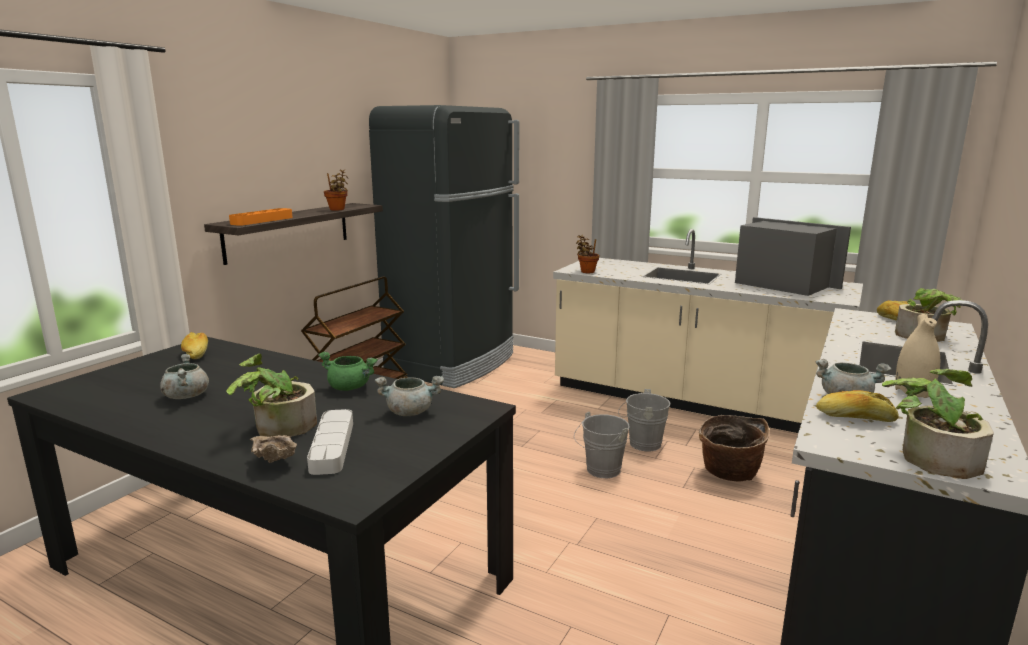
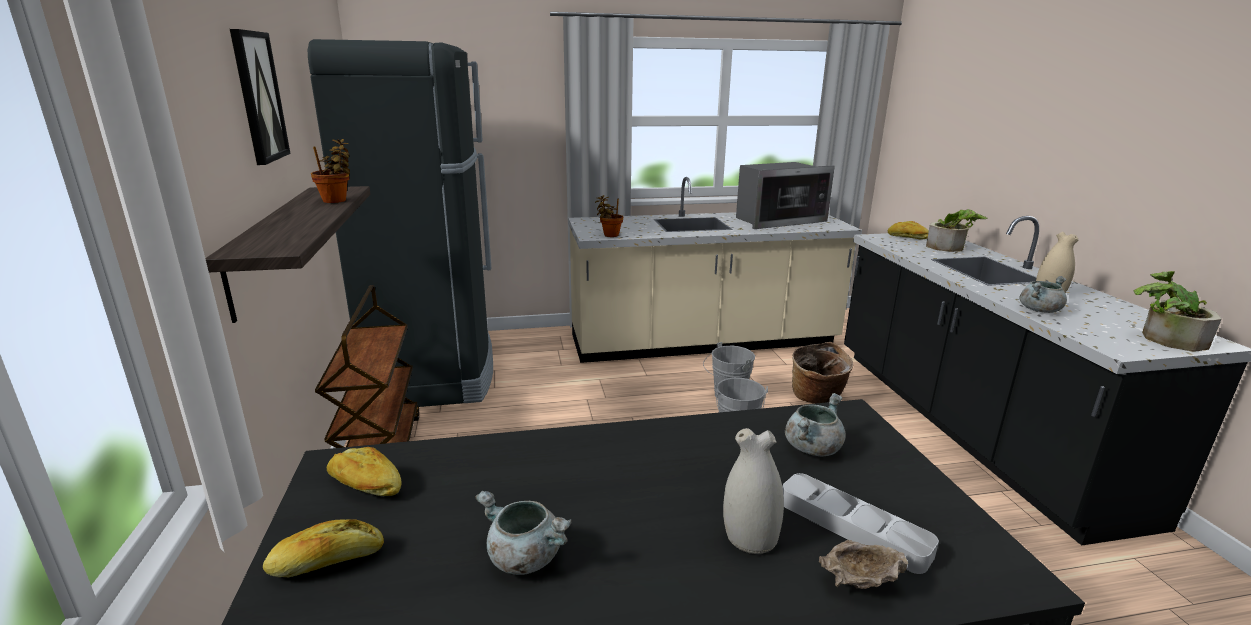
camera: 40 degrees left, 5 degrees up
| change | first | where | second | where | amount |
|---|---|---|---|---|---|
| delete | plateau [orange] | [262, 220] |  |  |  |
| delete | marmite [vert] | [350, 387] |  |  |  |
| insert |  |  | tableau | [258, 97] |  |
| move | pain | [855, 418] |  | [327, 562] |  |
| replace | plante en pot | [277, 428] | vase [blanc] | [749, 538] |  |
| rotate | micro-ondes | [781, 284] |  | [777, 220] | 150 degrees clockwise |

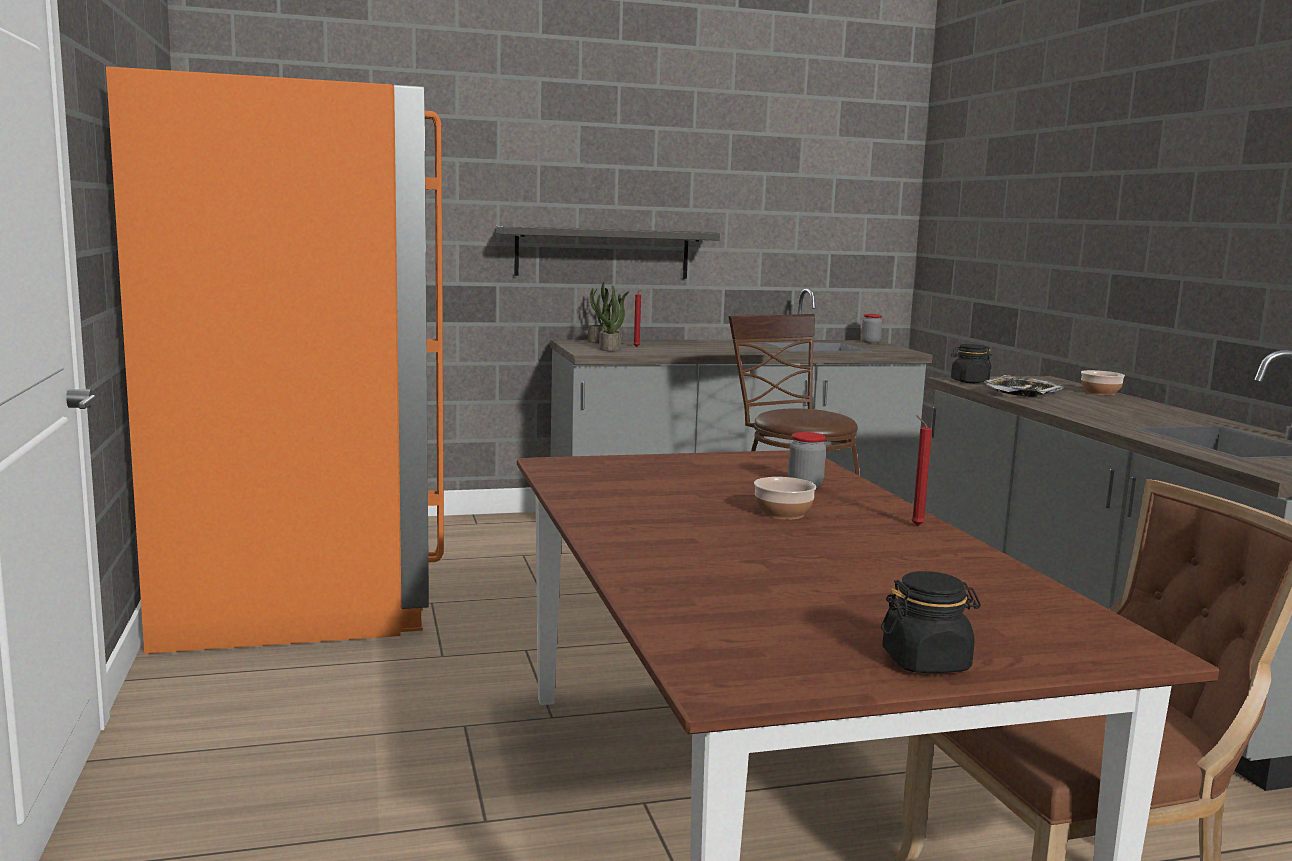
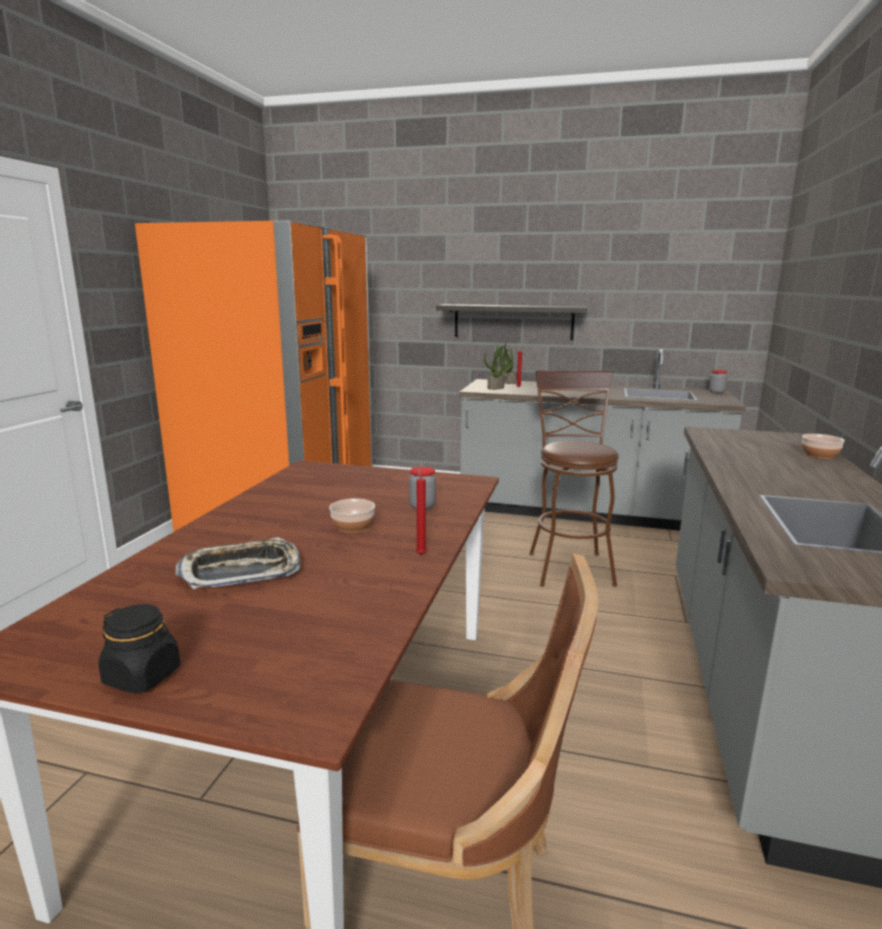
camera: 30 degrees right, 5 degrees up
| change | first | where | second | where | amount |
|---|---|---|---|---|---|
| delete | bocal [noir] | [969, 381] |  |  |  |
| move | plateau | [1022, 393] |  | [241, 571] |  |

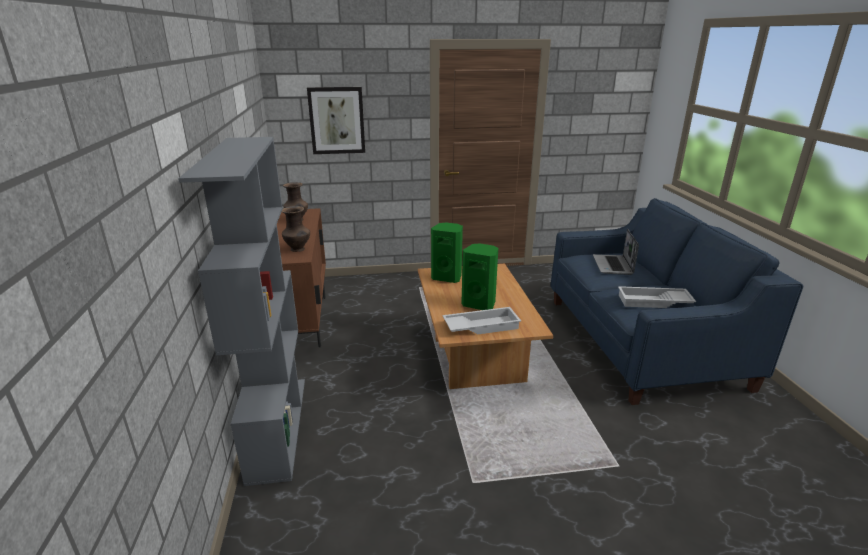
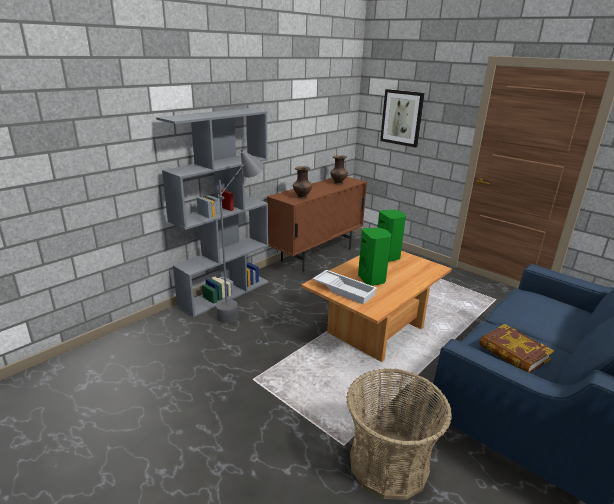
camera: 50 degrees right, 0 degrees up
| change | first | where | second | where | amount |
|---|---|---|---|---|---|
| delete | ordinateur portable | [613, 266] |  |  |  |
| insert |  |  | lampadaire [gris] | [240, 309] |  |
| insert |  |  | panier | [388, 463] |  |
| replace | plateau [blanc] | [654, 302] | livre | [513, 353] |  |

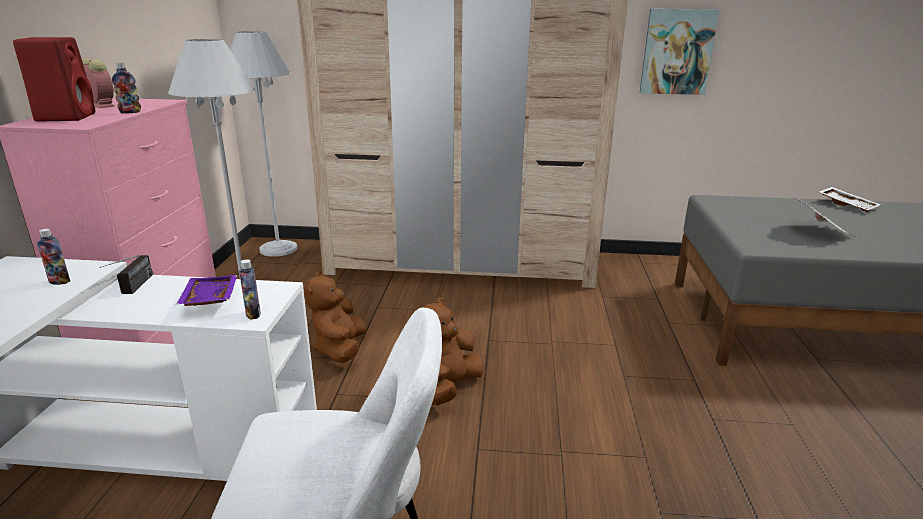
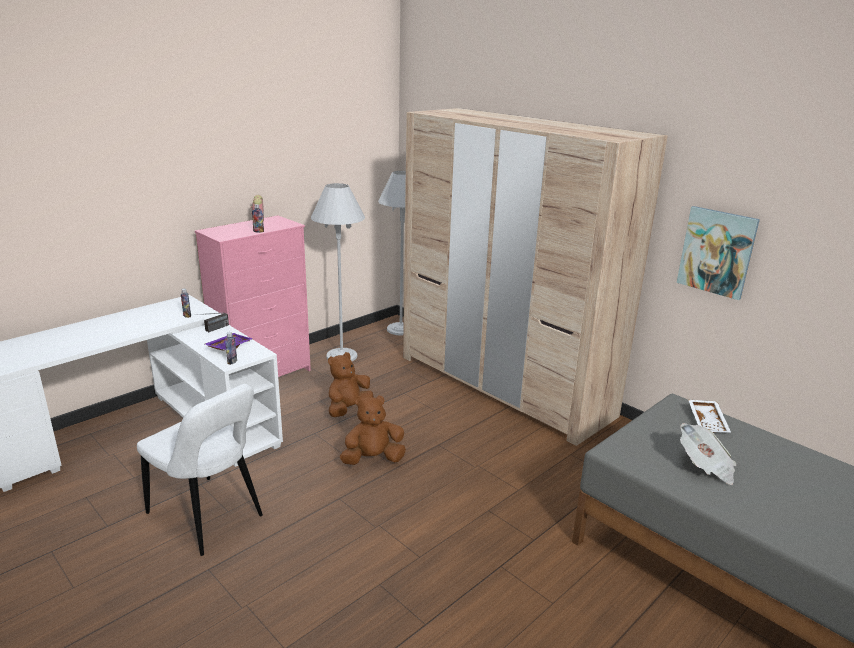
camera: 40 degrees right, 0 degrees up
| change | first | where | second | where | amount |
|---|---|---|---|---|---|
| delete | enceinte [rouge] | [66, 117] |  |  |  |
| move | plateau [blanc] | [847, 205] |  | [708, 422] |  |

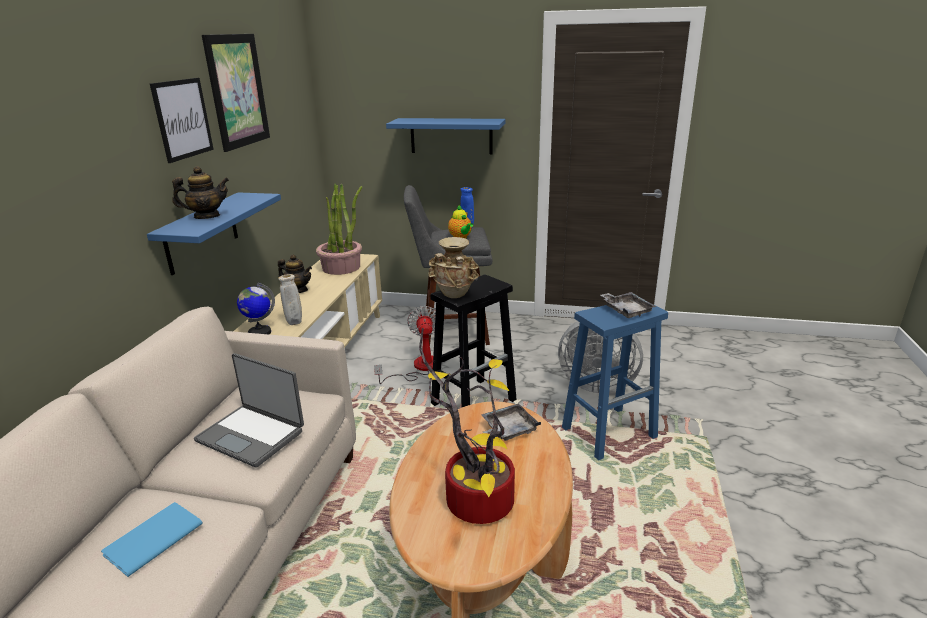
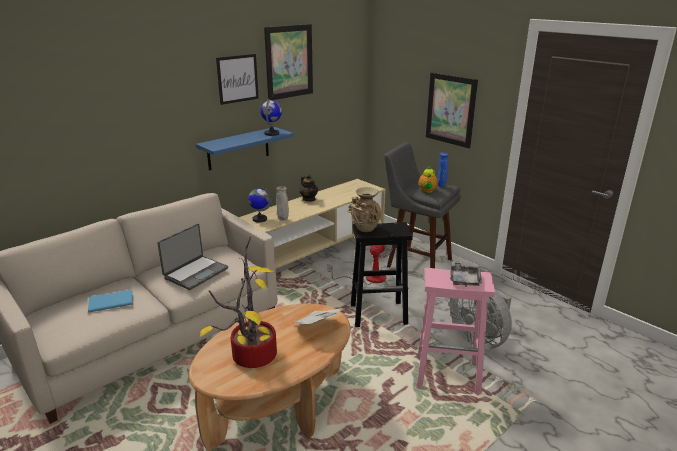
camera: 35 degrees right, 0 degrees up
| change | first | where | second | where | amount |
|---|---|---|---|---|---|
| delete | théière | [207, 216] |  |  |  |
| delete | plante en pot | [341, 267] |  |  |  |
| insert |  |  | globe | [272, 133] |  |
| replace | étagère [bleu] | [451, 136] | tableau | [450, 109] |  |
| replace | plateau [gris] | [508, 430] | journal | [319, 327] |  |
| recolor | tabouret [bleu] | [610, 432] | tabouret [rose] | [449, 374] |  |
| rotate | ordinateur portable | [252, 435] |  | [195, 273] | 120 degrees counterclockwise |

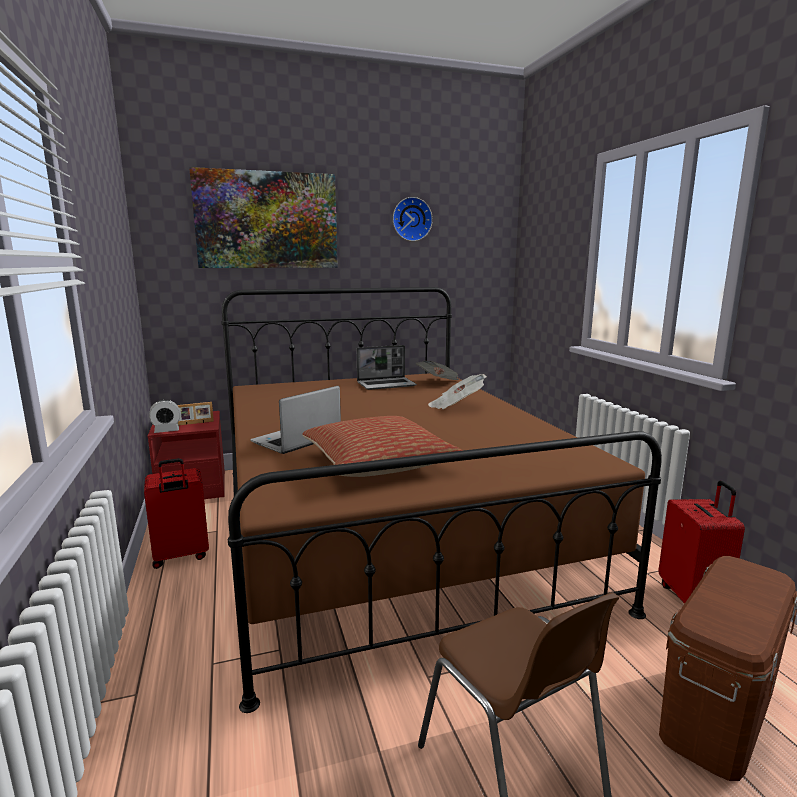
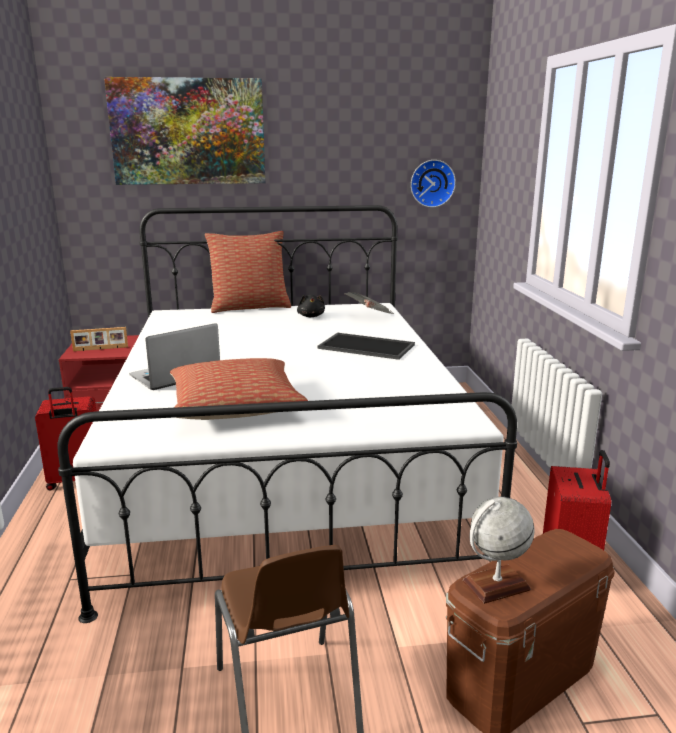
camera: 10 degrees right, 5 degrees up
| change | first | where | second | where | amount |
|---|---|---|---|---|---|
| delete | réveil | [166, 430] |  |  |  |
| insert |  |  | coussin | [250, 307] |  |
| insert |  |  | globe | [496, 585] |  |
| move | horloge murale | [411, 219] |  | [432, 183] |  |
| replace | ordinateur portable | [387, 385] | peluche [noir] | [311, 316] |  |
| replace | journal | [456, 406] | plateau | [365, 347] |  |
| recolor | lit [marron] | [387, 526] | lit [blanc] | [285, 468] |  |

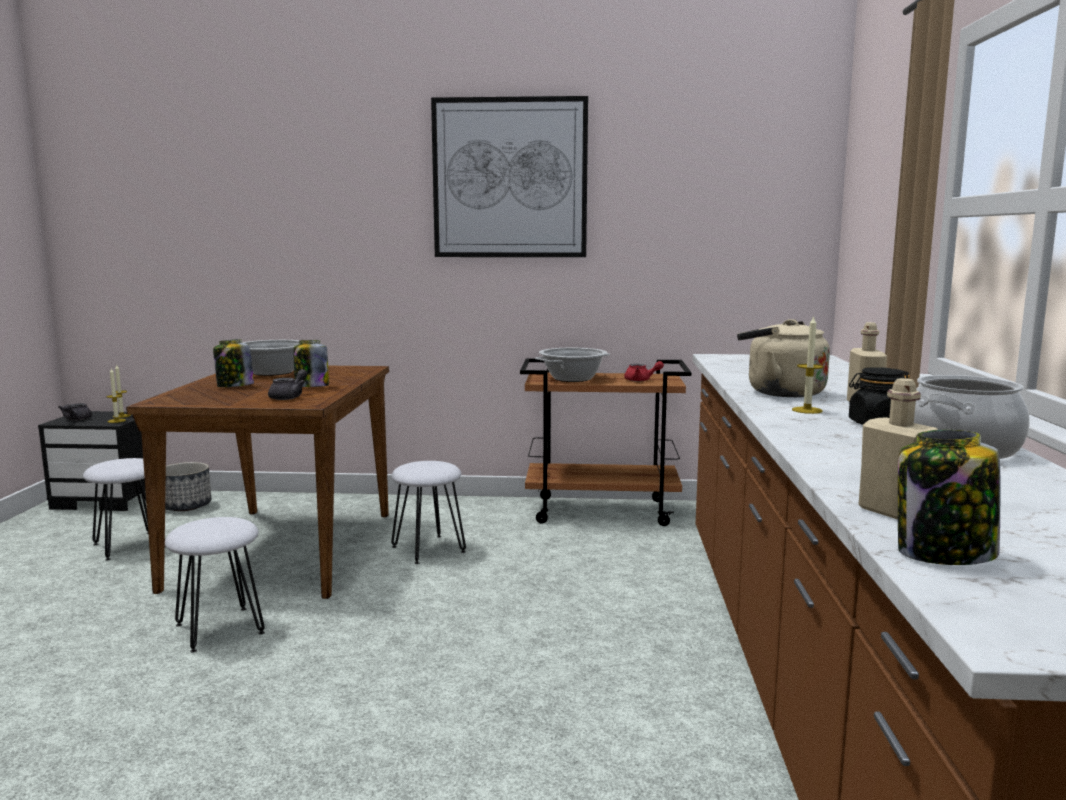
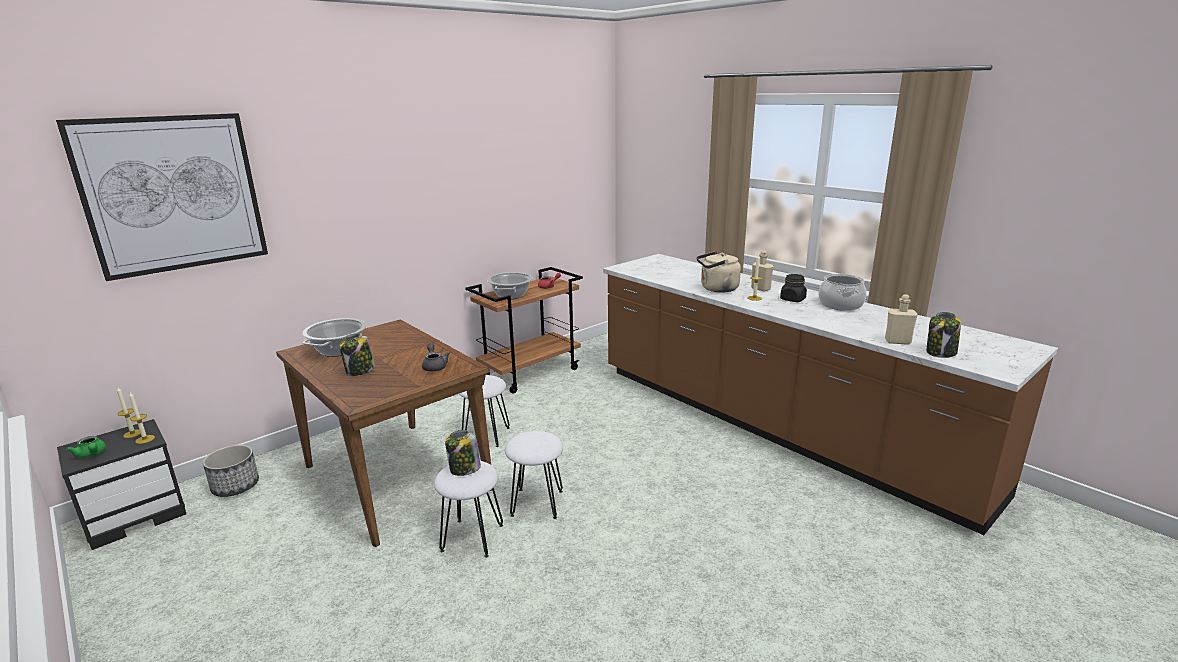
camera: 45 degrees left, 10 degrees up
| change | first | where | second | where | amount |
|---|---|---|---|---|---|
| move | tabouret [blanc] | [129, 545] |  | [536, 503] |  |
| move | bocal | [311, 386] |  | [464, 469] |  |
| move | tableau | [510, 178] |  | [173, 194] |  |
| recolor | théière [gris] | [76, 419] | théière [vert] | [92, 454] |  |

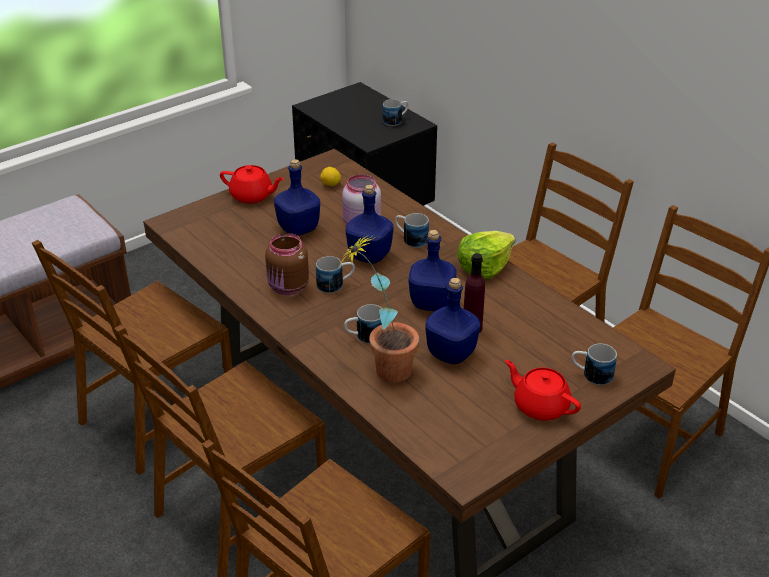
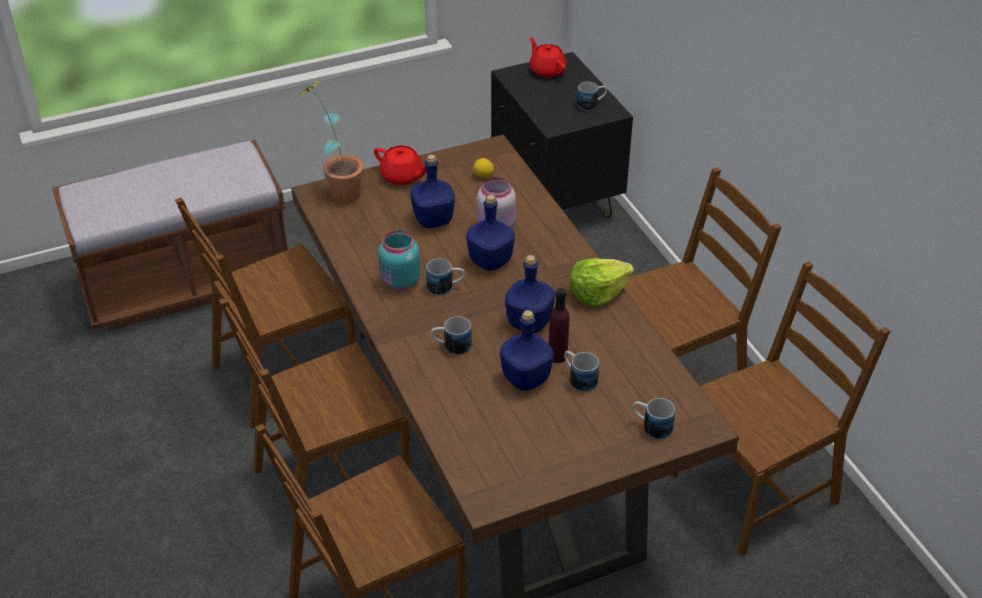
camera: 15 degrees right, 5 degrees up
| change | first | where | second | where | amount |
|---|---|---|---|---|---|
| move | plante en pot | [382, 368] |  | [338, 191] |  |
| move | mug | [410, 239] |  | [579, 378] |  |
| move | théière [rouge] | [540, 406] |  | [547, 70] |  |
| recolor | bocal [marron] | [288, 288] | bocal [turquoise] | [400, 282] |  |

